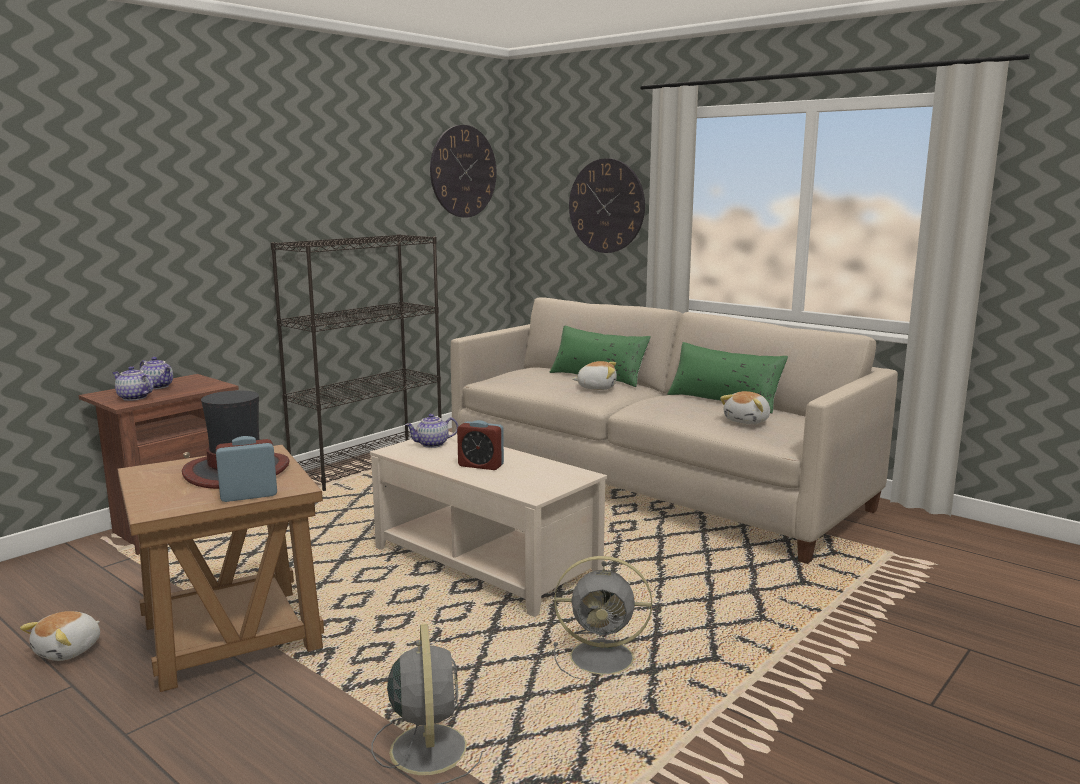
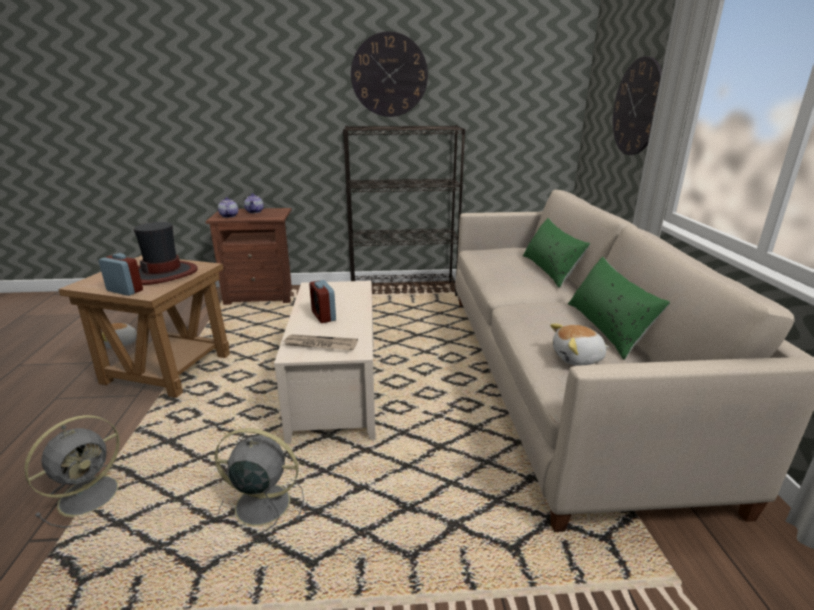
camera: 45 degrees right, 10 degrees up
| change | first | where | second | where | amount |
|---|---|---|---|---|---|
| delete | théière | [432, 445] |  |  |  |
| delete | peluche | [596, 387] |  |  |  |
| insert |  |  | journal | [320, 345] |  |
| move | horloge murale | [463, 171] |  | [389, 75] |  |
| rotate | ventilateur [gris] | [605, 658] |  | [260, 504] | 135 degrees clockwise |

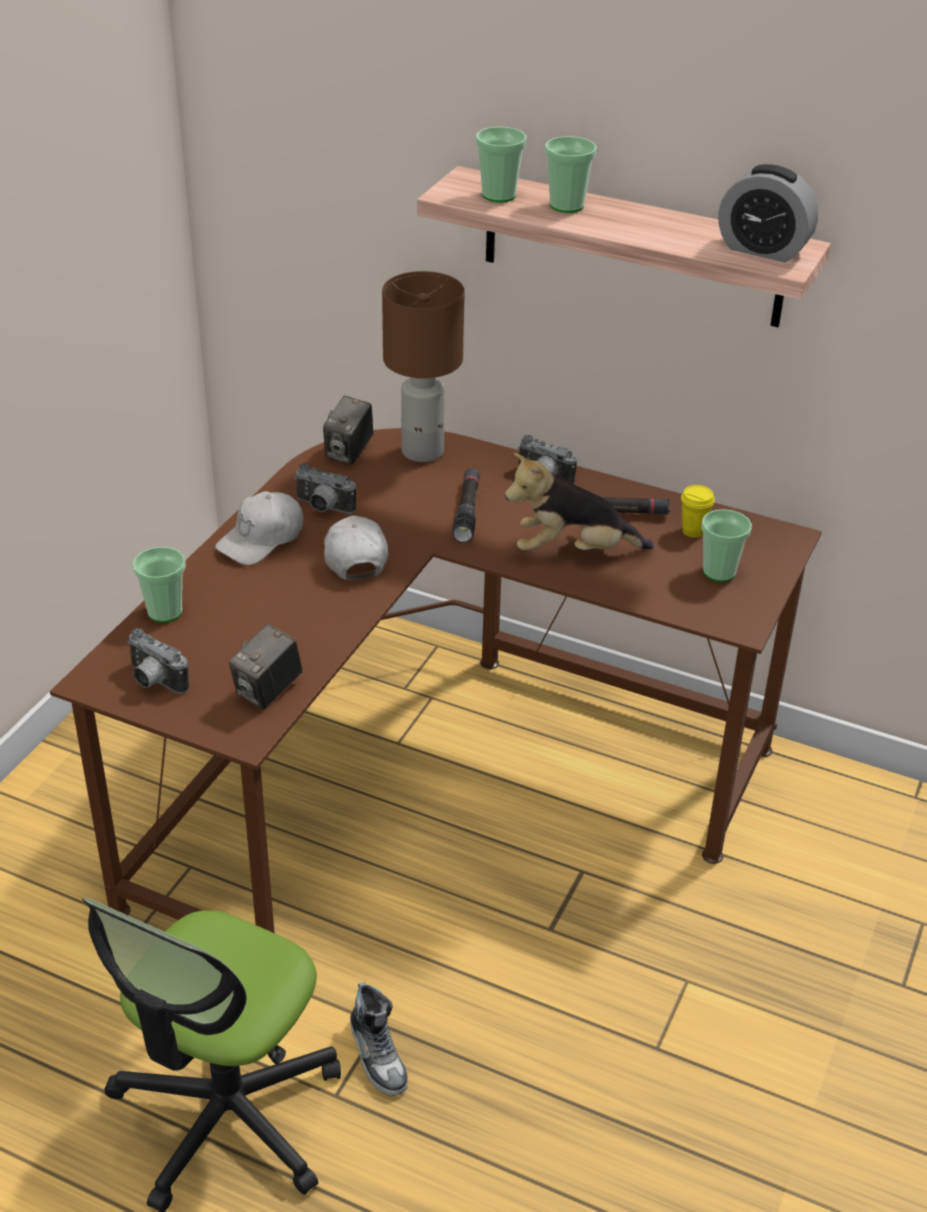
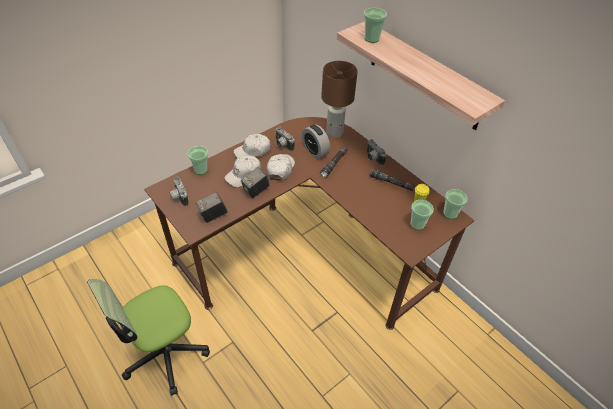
camera: 25 degrees right, 10 degrees up
| change | first | where | second | where | amount |
|---|---|---|---|---|---|
| delete | chaussure | [378, 1055] |  |  |  |
| delete | peluche | [572, 551] |  |  |  |
| insert |  |  | casquette [blanc] | [243, 175] |  |
| move | appareil photo | [349, 453] |  | [256, 191] |  |
| move | tasse | [567, 205] |  | [450, 213] |  |
| move | réveil | [763, 249] |  | [315, 151] |  |

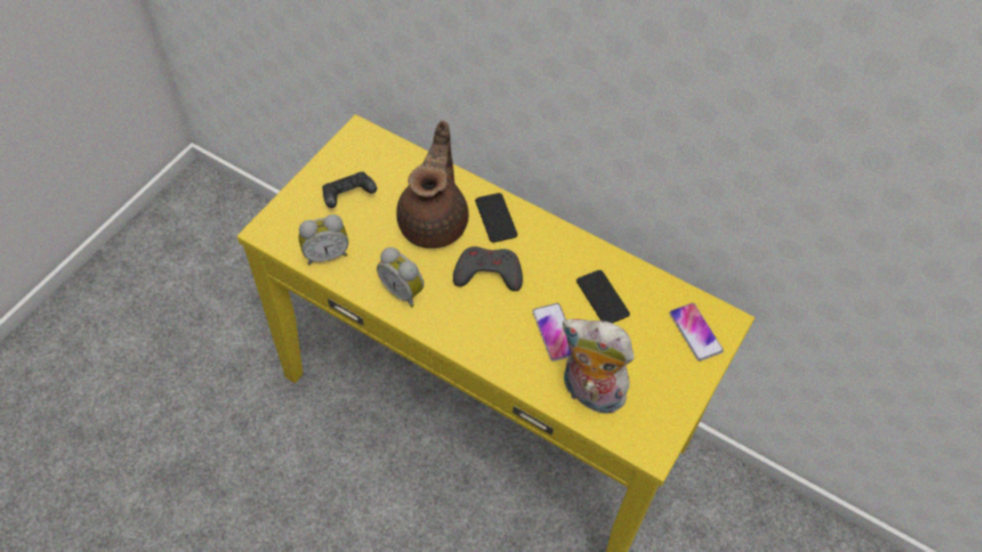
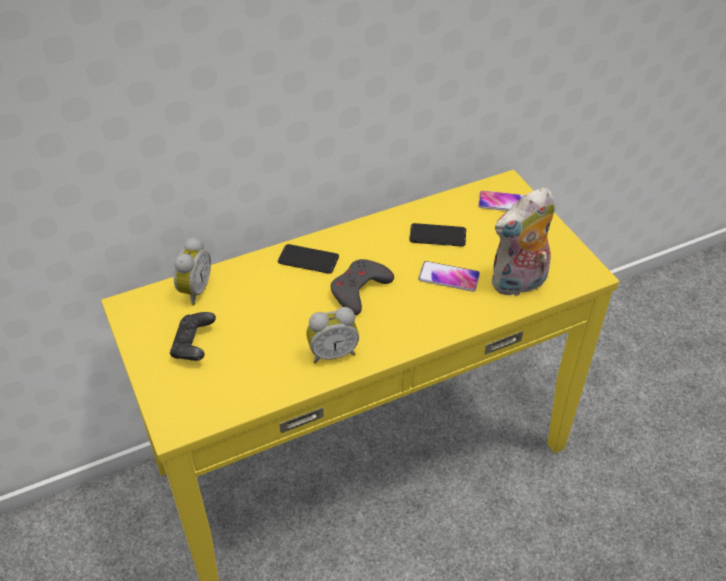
camera: 55 degrees left, 10 degrees down
| change | first | where | second | where | amount |
|---|---|---|---|---|---|
| delete | théière [marron] | [435, 221] |  |  |  |
| move | réveil | [326, 254] |  | [193, 290] |  |

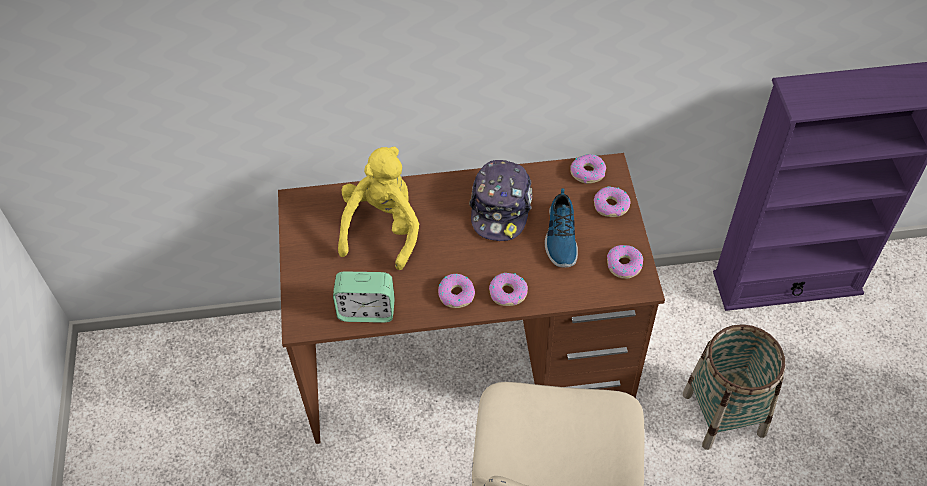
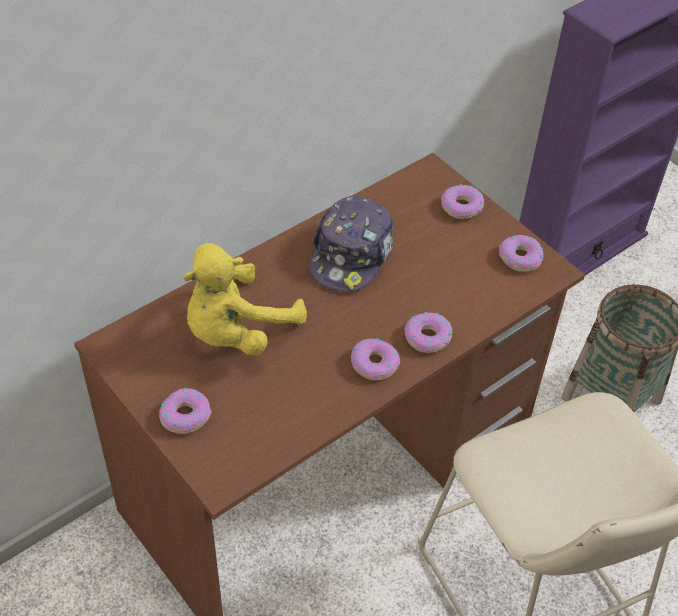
camera: 35 degrees left, 5 degrees down
| change | first | where | second | where | amount |
|---|---|---|---|---|---|
| delete | réveil | [366, 311] |  |  |  |
| delete | chaussure | [560, 237] |  |  |  |
| move | beignet | [587, 172] |  | [185, 416] |  |
| rotate | peluche [jaune] | [383, 228] |  | [237, 331] | 120 degrees counterclockwise |
| rotate | casquette | [501, 207] |  | [351, 255] | 45 degrees clockwise |

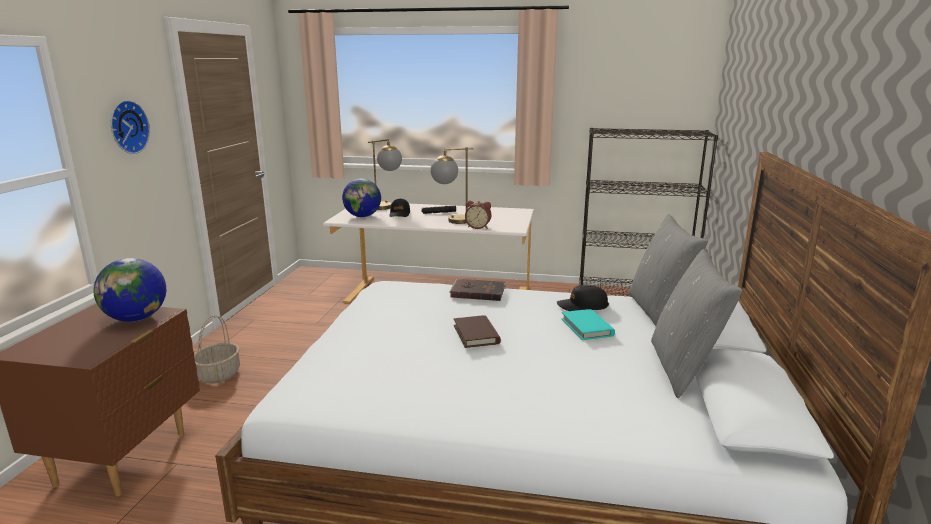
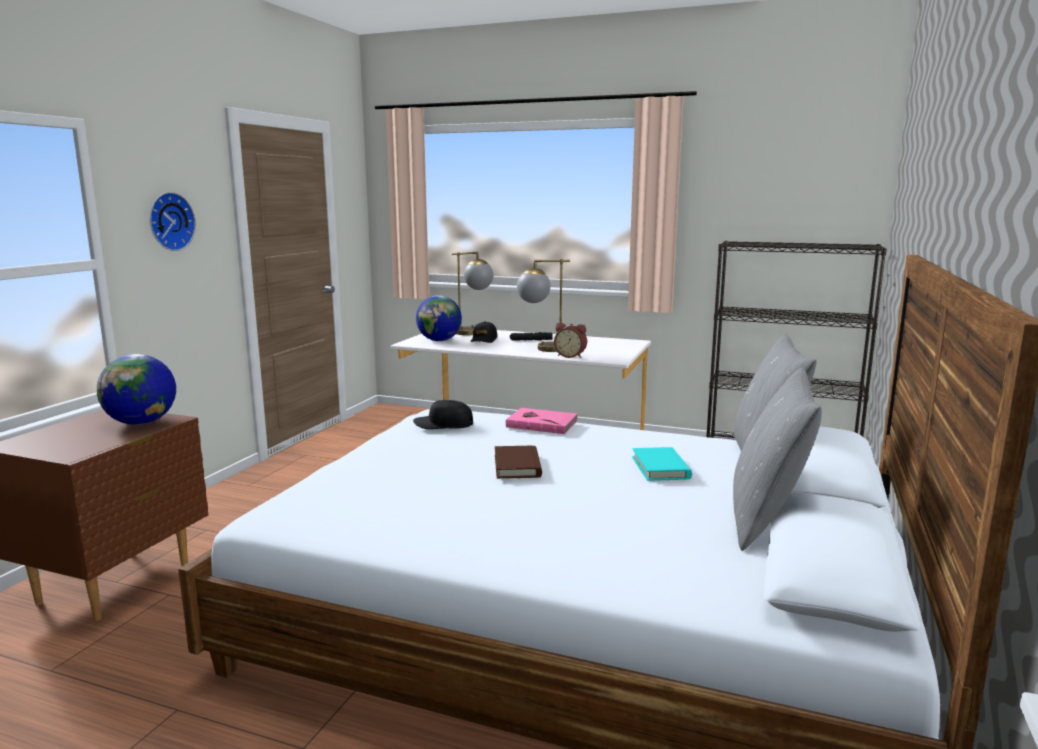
camera: 10 degrees right, 5 degrees down
| change | first | where | second | where | amount |
|---|---|---|---|---|---|
| delete | panier | [218, 374] |  |  |  |
| move | casquette [noir] | [582, 306] |  | [443, 424] |  |
| recolor | livre [marron] | [477, 292] | livre [rose] | [541, 423] |  |

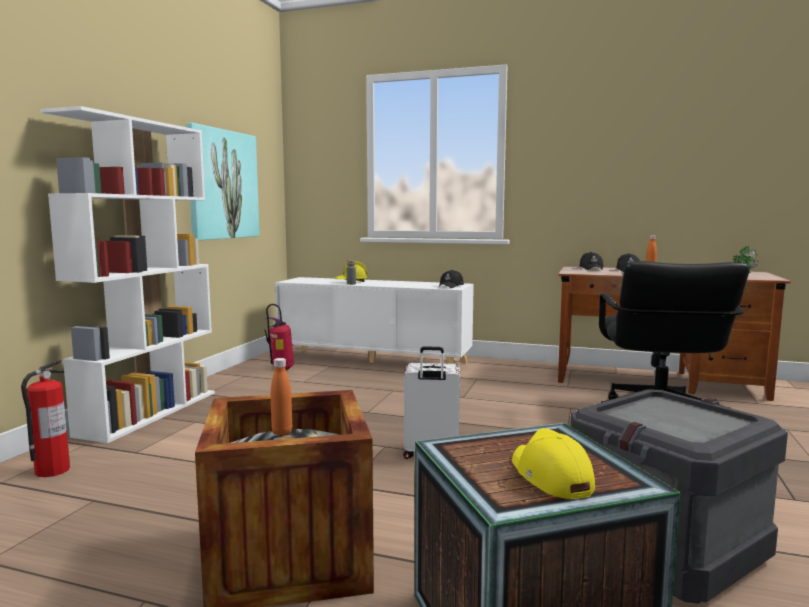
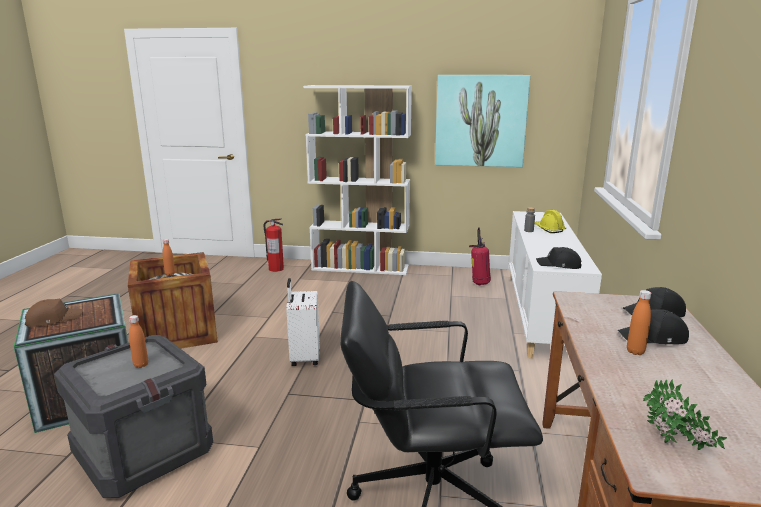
camera: 80 degrees right, 10 degrees up
| change | first | where | second | where | amount |
|---|---|---|---|---|---|
| insert |  |  | bouteille [orange] | [141, 365] |  |
| recolor | casquette [jaune] | [550, 477] | casquette [marron] | [53, 319] |  |

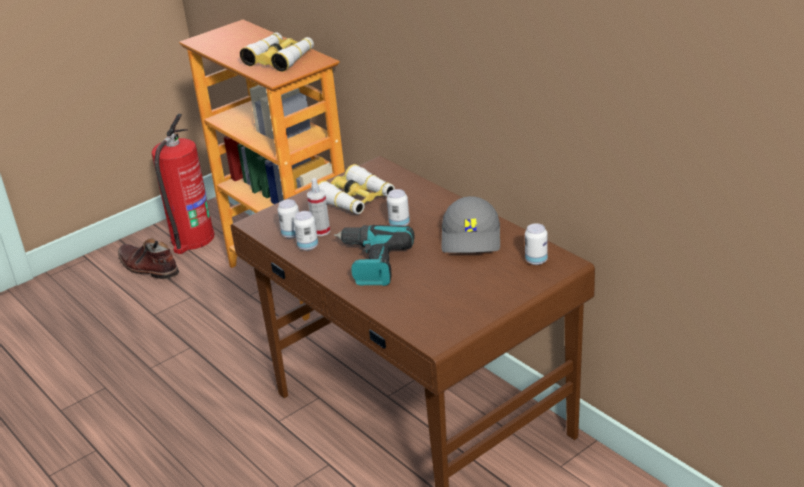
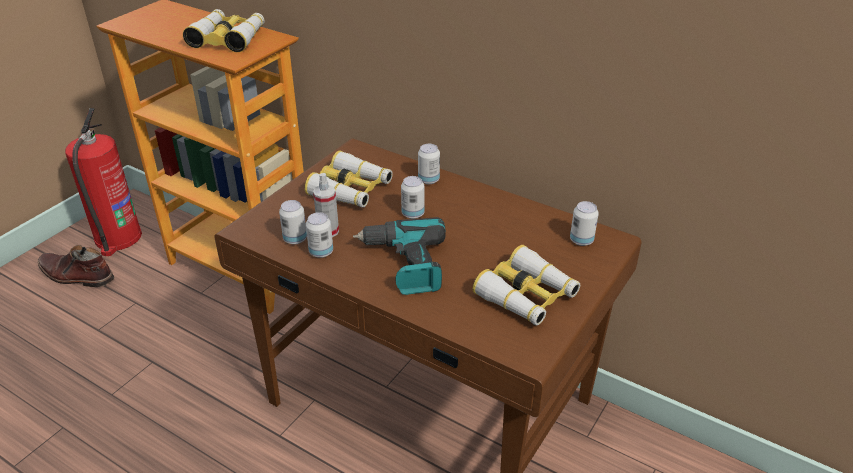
camera: 20 degrees left, 5 degrees up
| change | first | where | second | where | amount |
|---|---|---|---|---|---|
| delete | casquette [gris] | [472, 238] |  |  |  |
| insert |  |  | boîte métallique | [428, 180] |  |
| insert |  |  | jumelles | [526, 296] |  |

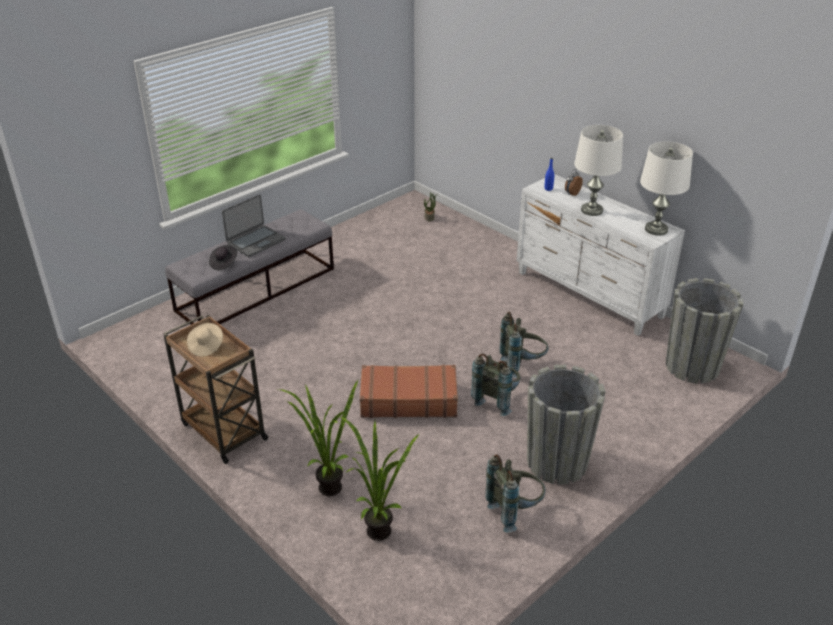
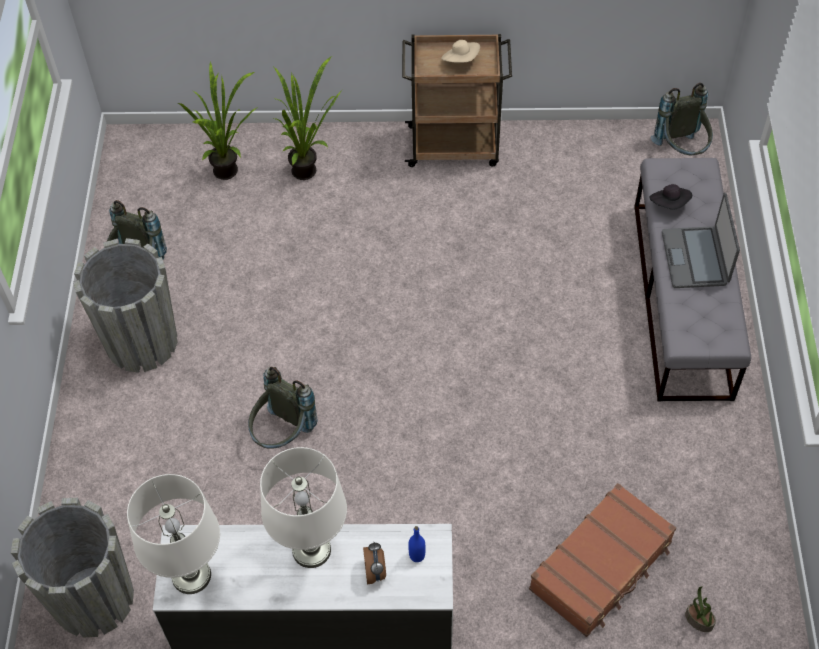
camera: 135 degrees right, 20 degrees up
| change | first | where | second | where | amount |
|---|---|---|---|---|---|
| move | valise [marron] | [408, 400] |  | [602, 566] |  |
| move | sac à dos [gris] | [496, 399] |  | [681, 151] |  |

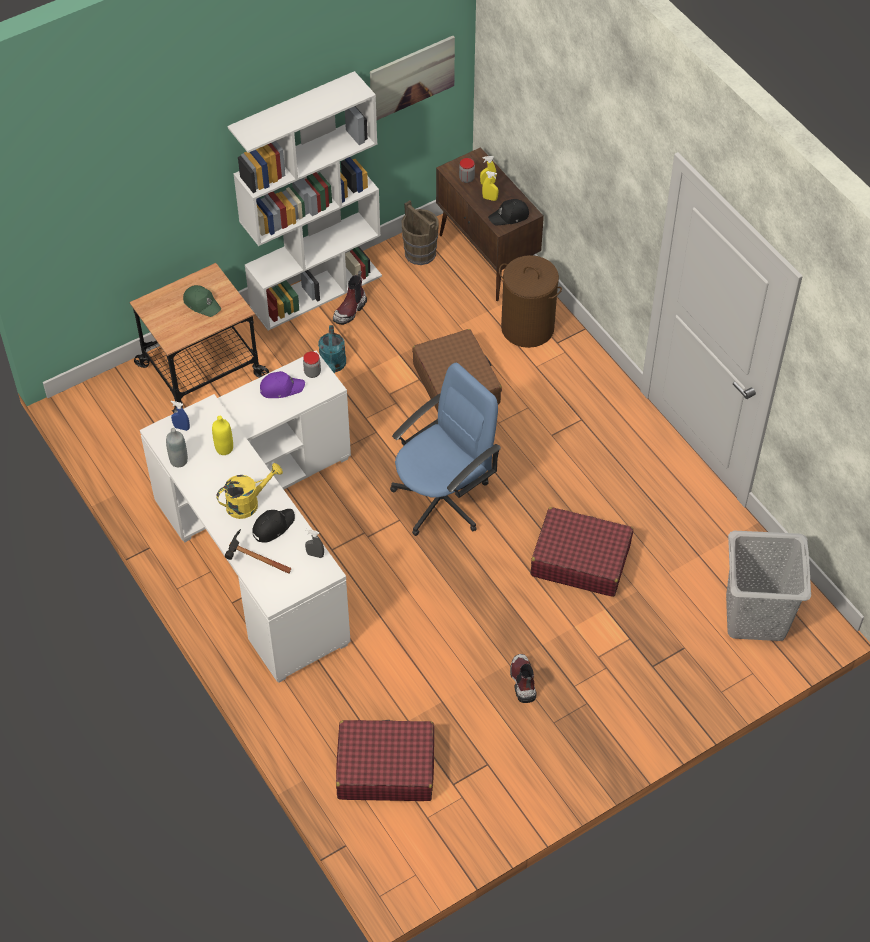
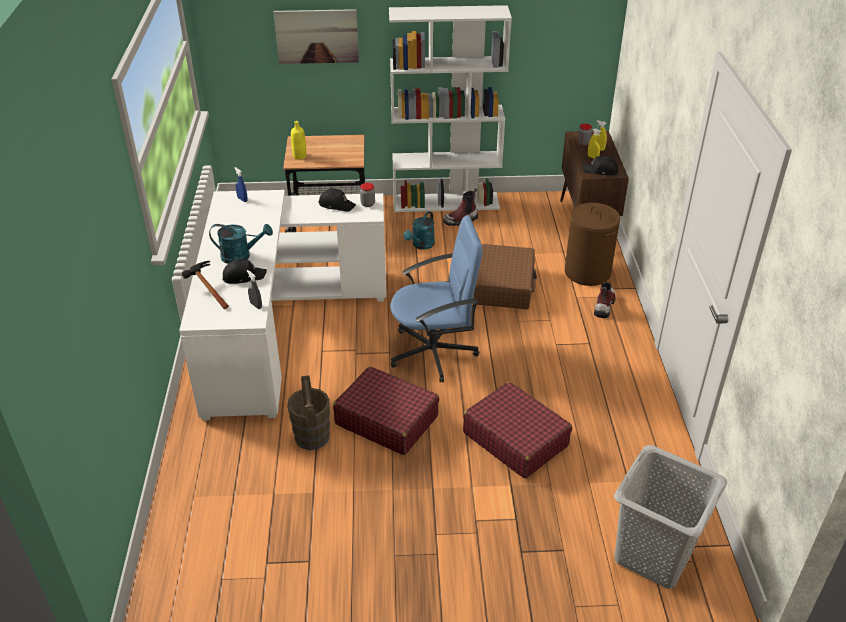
camera: 30 degrees right, 15 degrees down
| change | first | where | second | where | amount |
|---|---|---|---|---|---|
| delete | bouteille [gris] | [179, 460] |  |  |  |
| delete | casquette [vert] | [202, 303] |  |  |  |
| move | bouteille [jaune] | [224, 448] |  | [299, 156] |  |
| move | valise [rouge] | [385, 768] |  | [386, 420] |  |
| move | tableau | [412, 77] |  | [317, 36] |  |
| move | seau [marron] | [420, 253] |  | [312, 436] |  |
| move | botte | [522, 681] |  | [604, 305] |  |
| recolor | arrosoir [jaune] | [248, 503] | arrosoir [turquoise] | [241, 256] |  |
| recolor | casquette [violet] | [281, 388] | casquette [noir] | [337, 205] |  |

